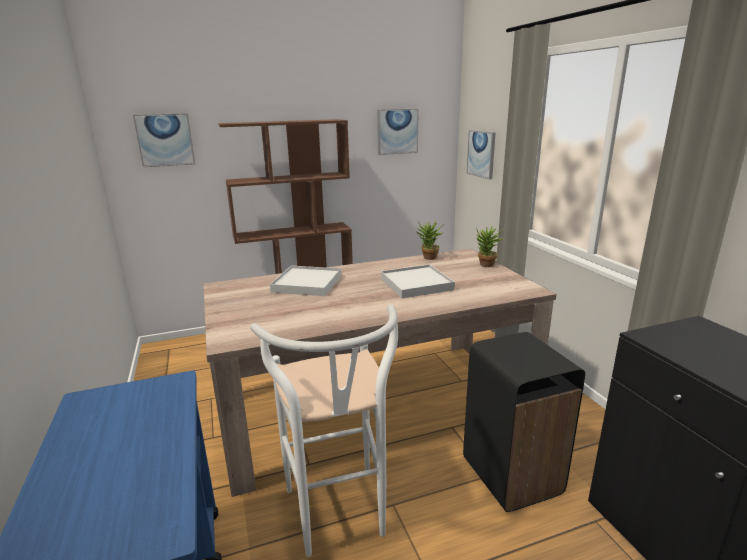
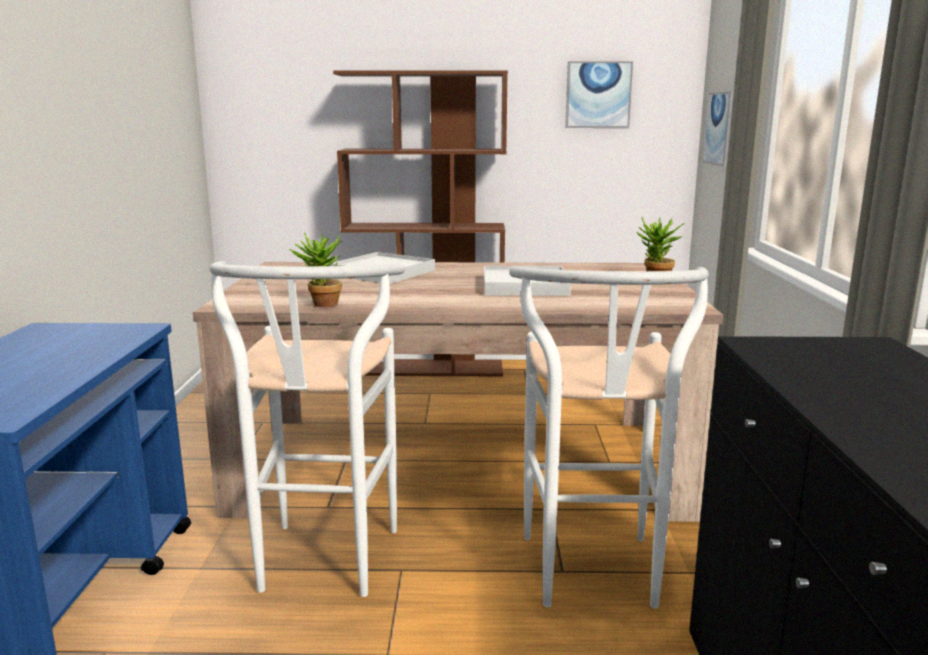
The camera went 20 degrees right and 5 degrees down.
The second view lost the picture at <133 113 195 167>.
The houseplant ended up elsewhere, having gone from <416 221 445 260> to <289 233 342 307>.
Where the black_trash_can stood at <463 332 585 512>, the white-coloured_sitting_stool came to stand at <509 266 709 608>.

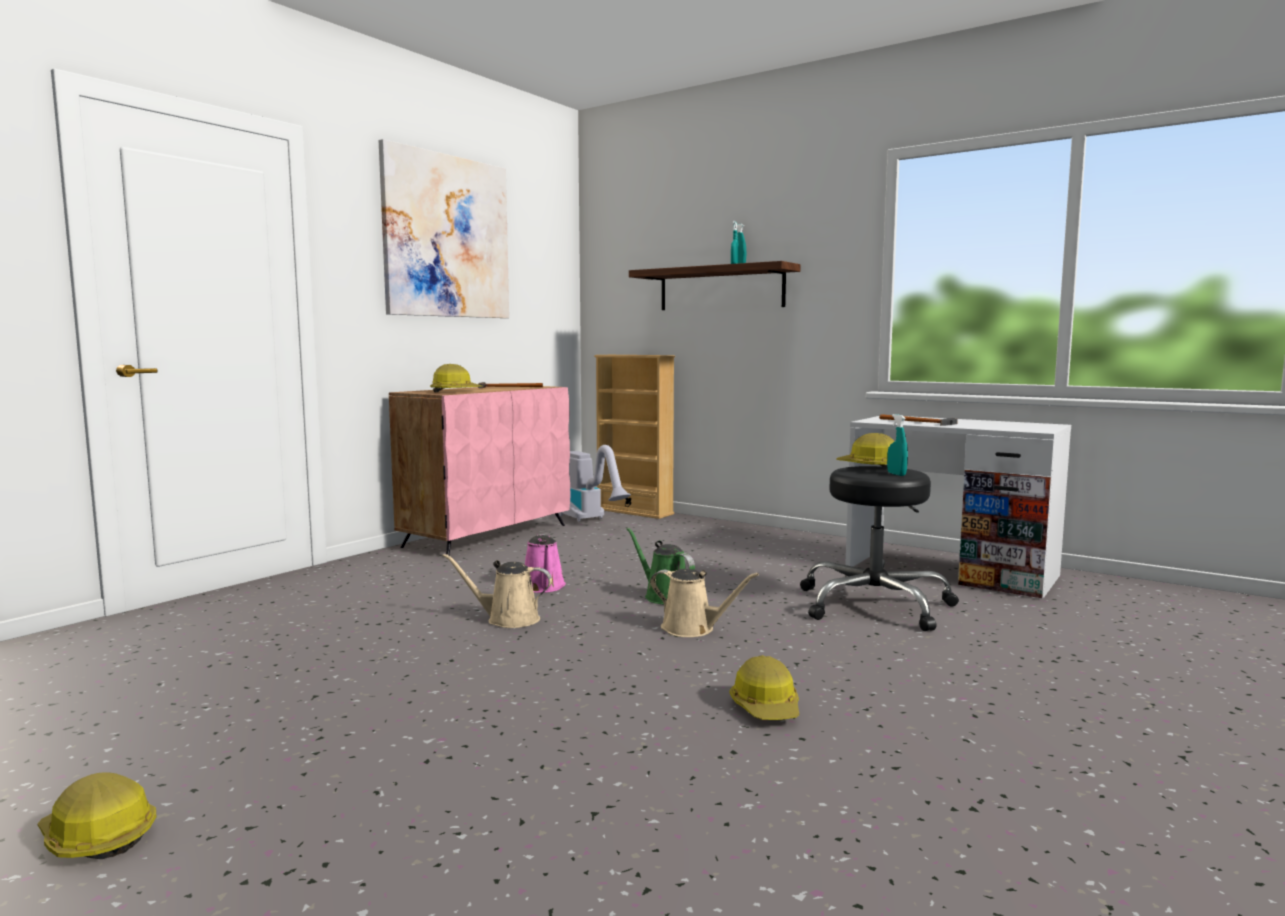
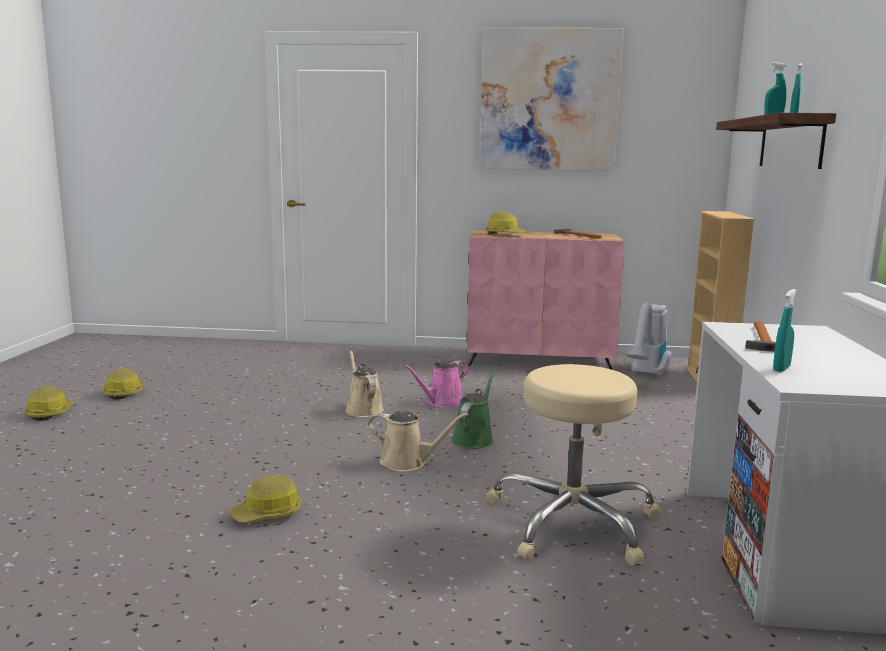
The camera went 60 degrees right and 5 degrees up.
The blue-green_spray_bottle ended up elsewhere, having gone from <887 414 908 476> to <773 289 797 372>.
The hard_hat ended up elsewhere, having gone from <836 433 895 469> to <102 368 146 400>.
What was the black_sitting_stool at <800 466 959 631> turned into the beige_sitting_stool at <486 364 661 566>.
The beige_watering_can at <650 569 759 637> ended up facing another way, 75 degrees counterclockwise from before.

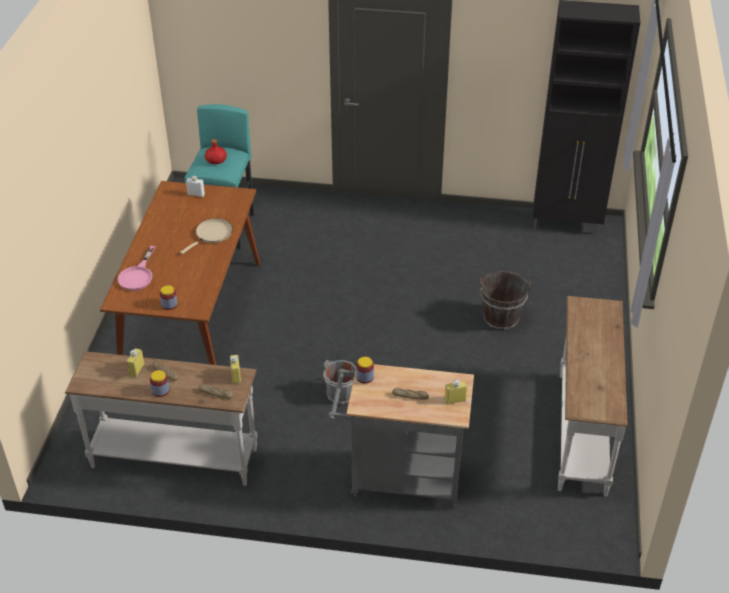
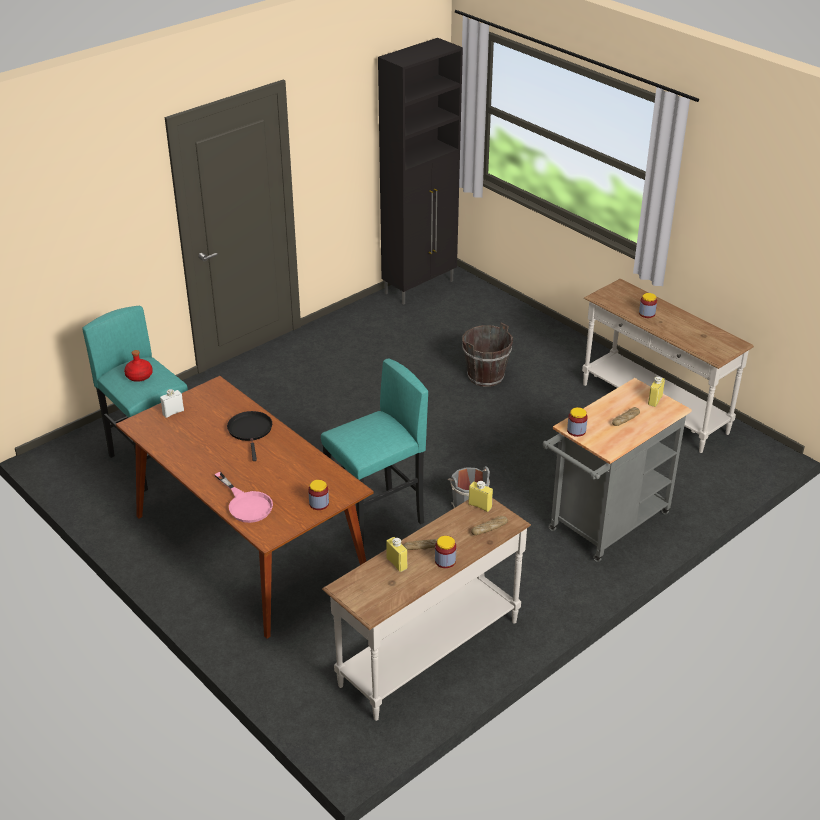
The camera went 50 degrees left and 5 degrees down.
What was the beige_pan at <180 219 232 254> turned into the black_pan at <227 411 272 461>.
The second view gained the preserve_jar at <639 293 657 318>.
The second view gained the blue-green_sitting_stool at <321 359 428 546>.

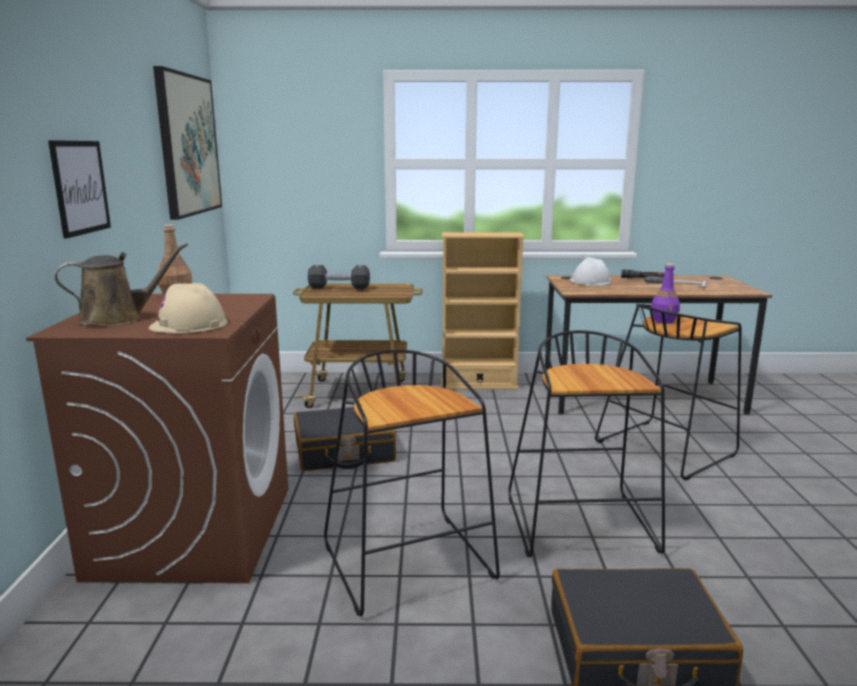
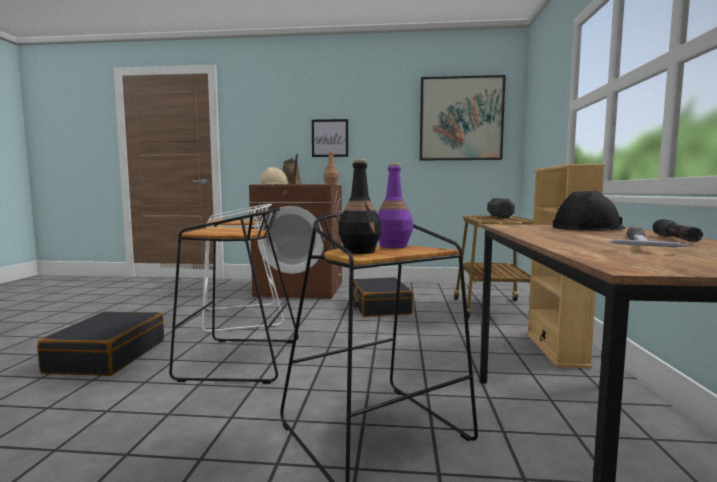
The camera went 95 degrees right and 10 degrees down.
What was the white-coloured_hard_hat at <570 257 611 286> turned into the black_hard_hat at <553 190 626 230>.
What was the black_sitting_stool at <324 349 500 616> turned into the white-coloured_sitting_stool at <201 204 284 333>.
The second view gained the black_bottle at <338 159 381 254>.

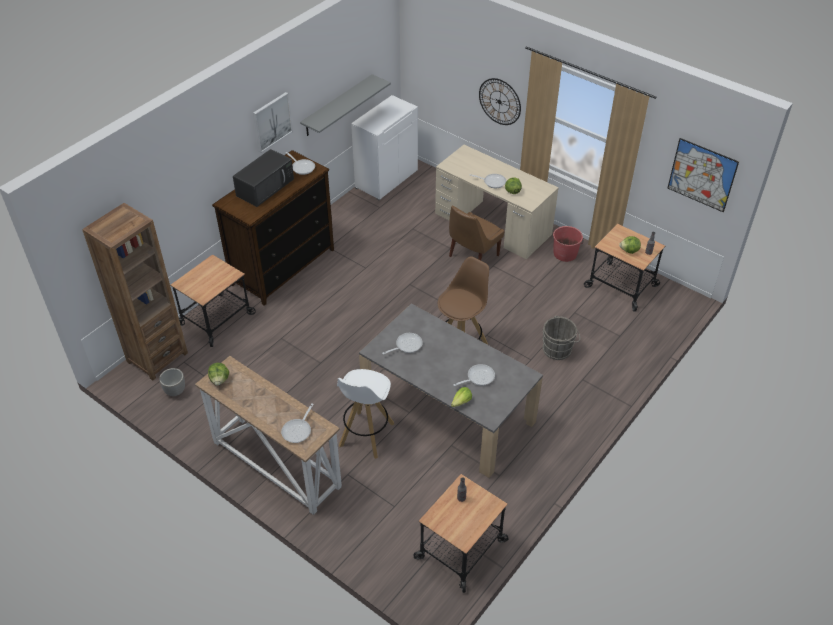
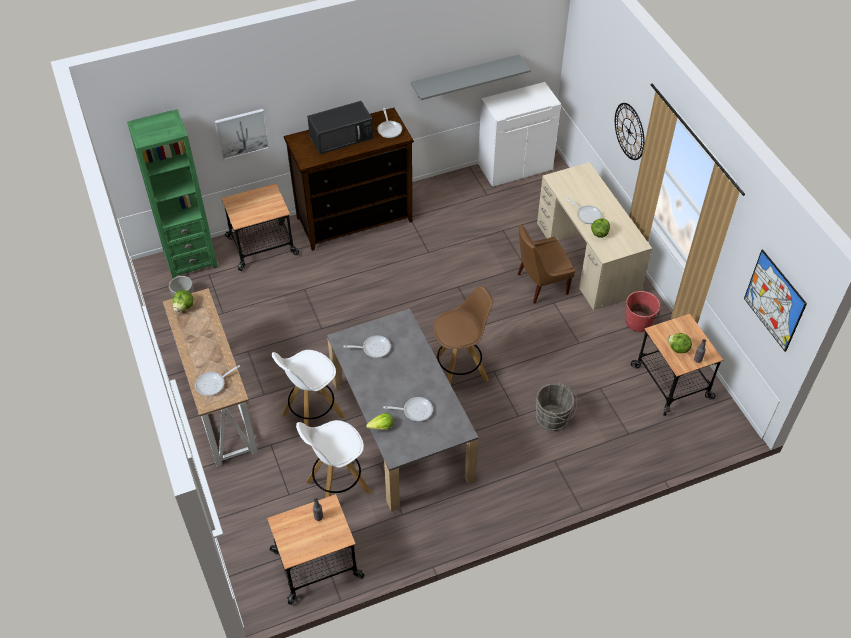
The camera went 30 degrees right and 5 degrees up.
The picture ended up elsewhere, having gone from <253 92 293 153> to <215 109 270 160>.
What was the brown_bookshelf at <82 203 188 381> turned into the greenish_bookshelf at <127 109 218 279>.
The second view gained the white-coloured_sitting_stool at <296 420 371 498>.

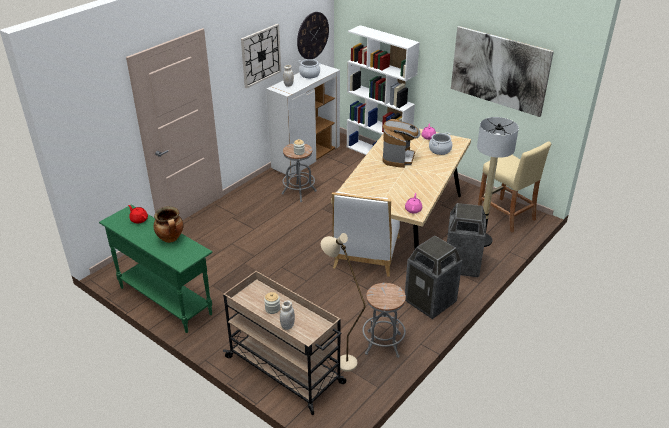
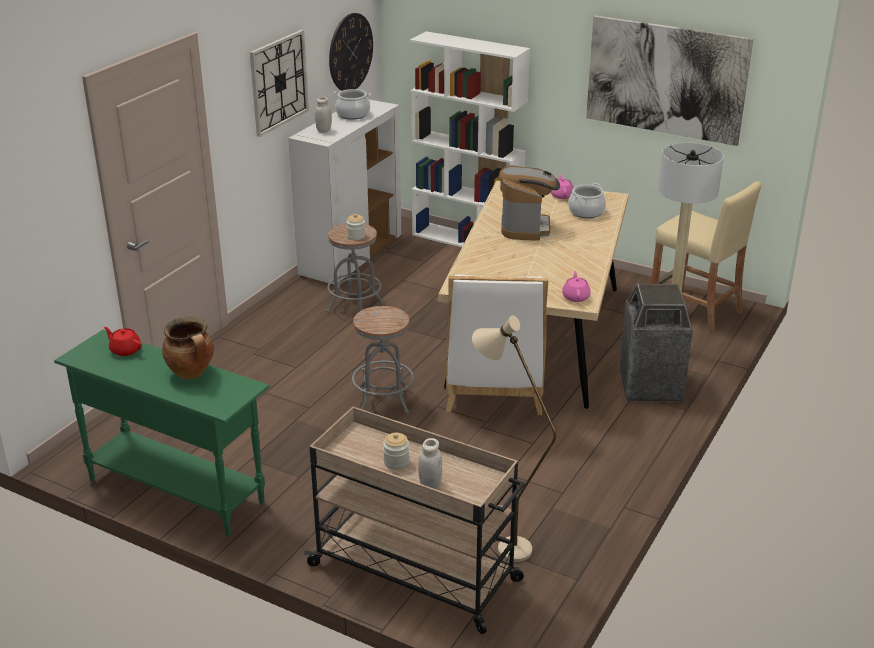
The camera went 10 degrees left and 5 degrees down.
The second view lost the trash_can at <405 236 462 319>.
The grey_sitting_stool ended up elsewhere, having gone from <362 283 406 358> to <352 306 414 413>.

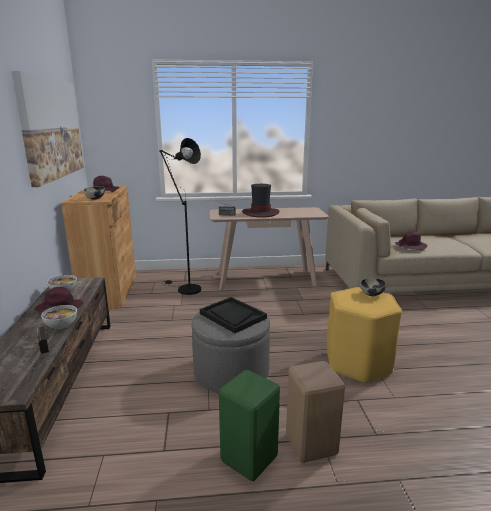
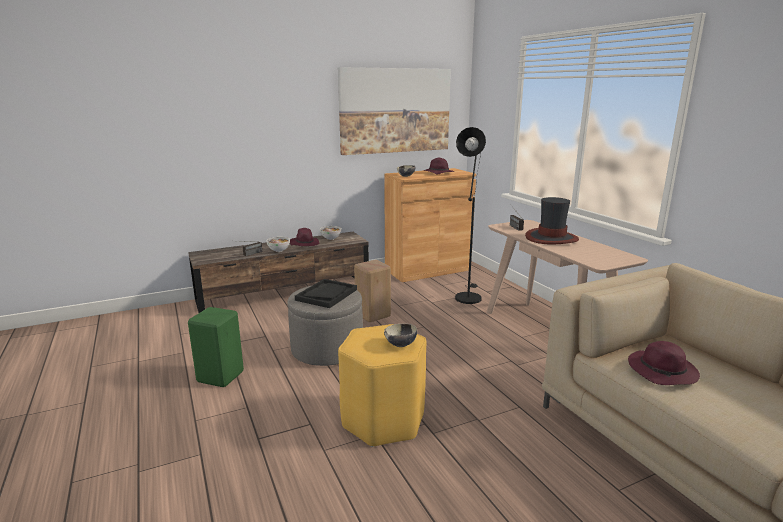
The camera went 70 degrees right and 0 degrees up.
The beige_sitting_stool ended up elsewhere, having gone from <286 361 345 463> to <354 260 391 322>.

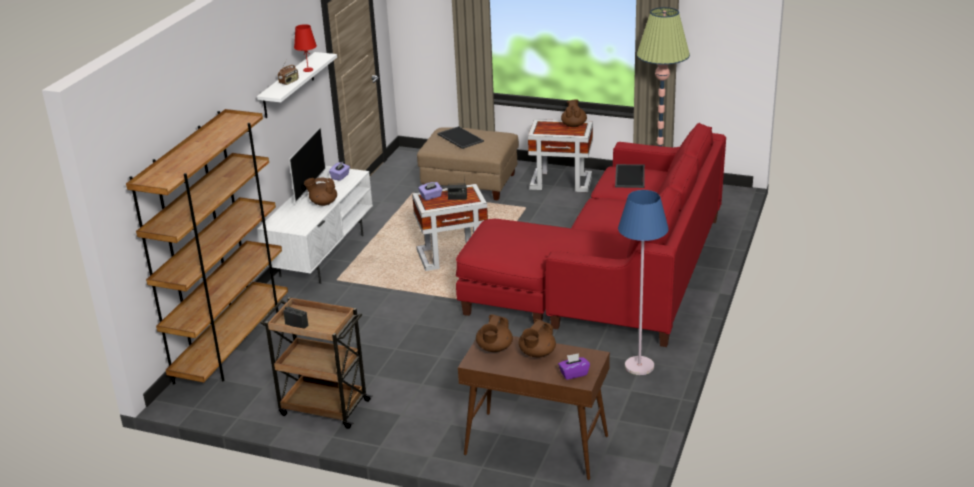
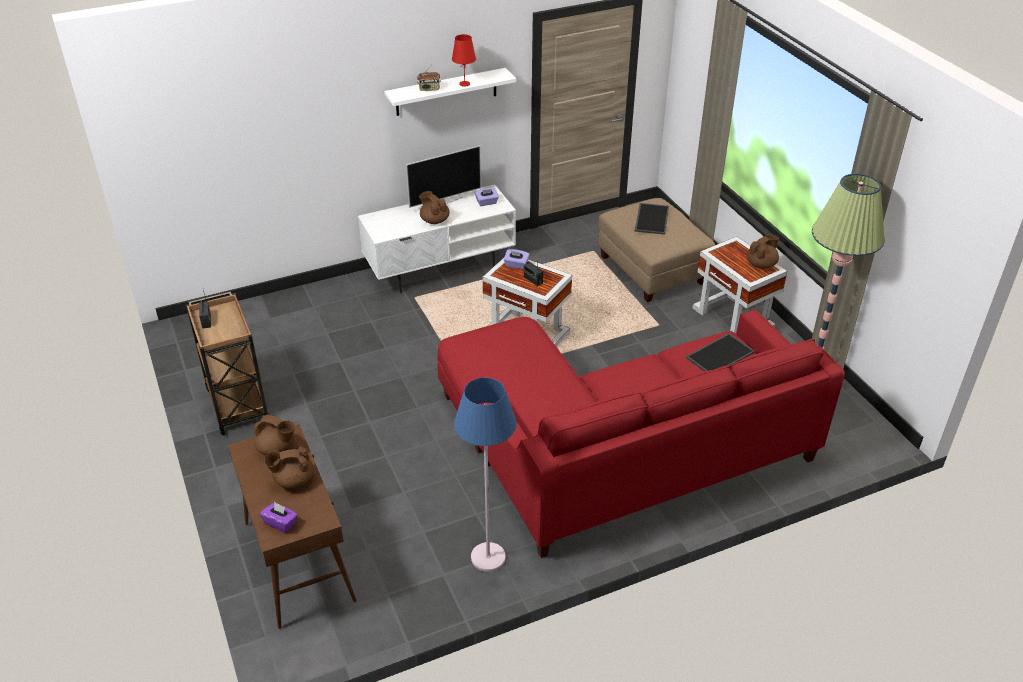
The camera went 45 degrees right and 10 degrees up.
The second view lost the brown_bookshelf at <126 109 288 384>.
The brown_pot_for_tea at <476 314 513 352> ended up facing another way, 135 degrees counterclockwise from before.

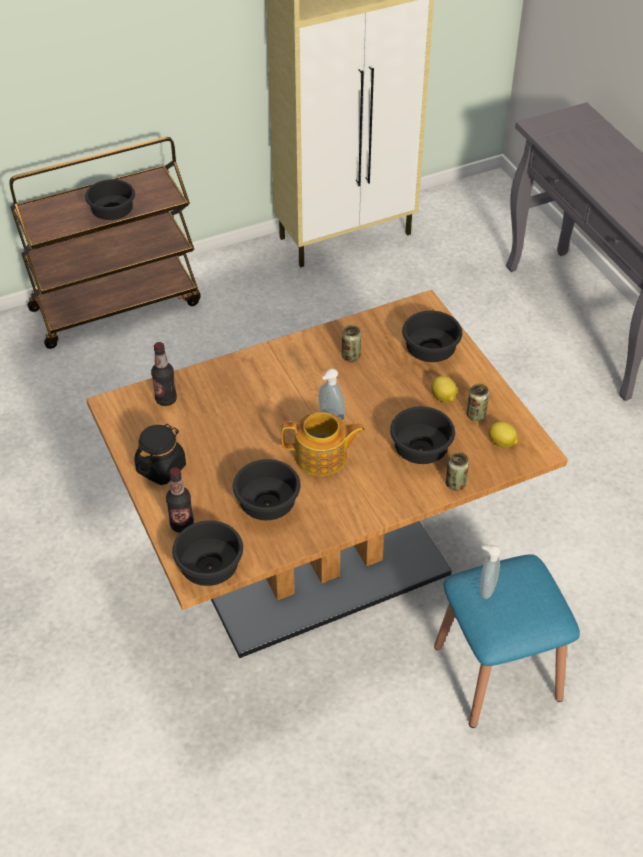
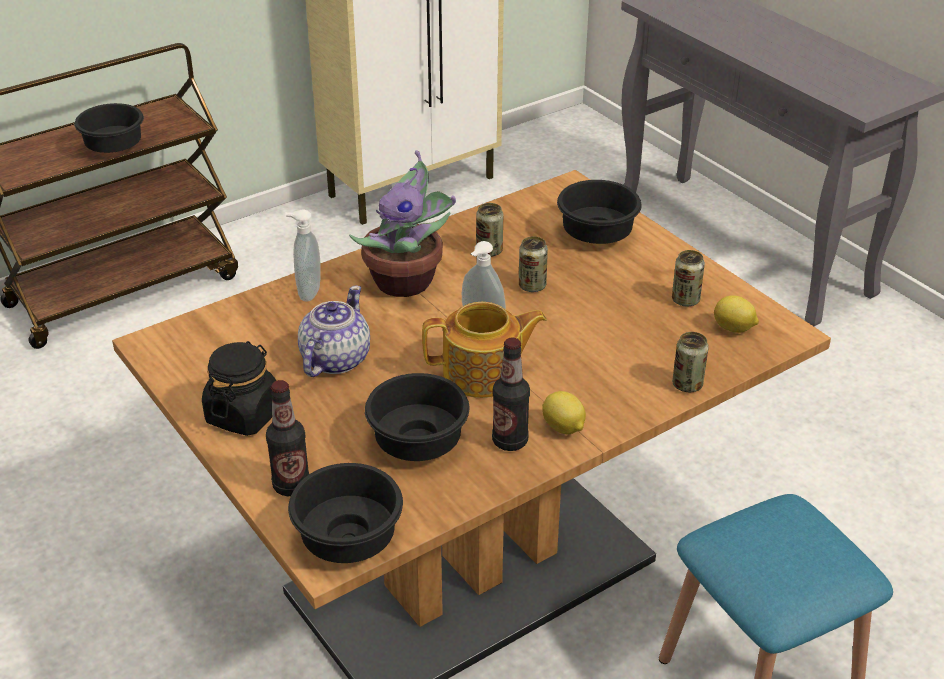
The camera went 10 degrees left and 10 degrees down.
The bottle ended up elsewhere, having gone from <151 342 177 406> to <492 337 530 451>.
The whole_lemon ended up elsewhere, having gone from <431 376 457 403> to <542 391 586 434>.
The second view lost the black_serving_bowl at <390 406 455 464>.
The soap_bottle ended up elsewhere, having gone from <480 545 501 599> to <285 210 321 301>.
The second view gained the houseplant at <349 150 456 297>.
The second view gained the sealed_can at <519 236 548 292>.
The second view gained the pot_for_tea at <298 286 370 377>.

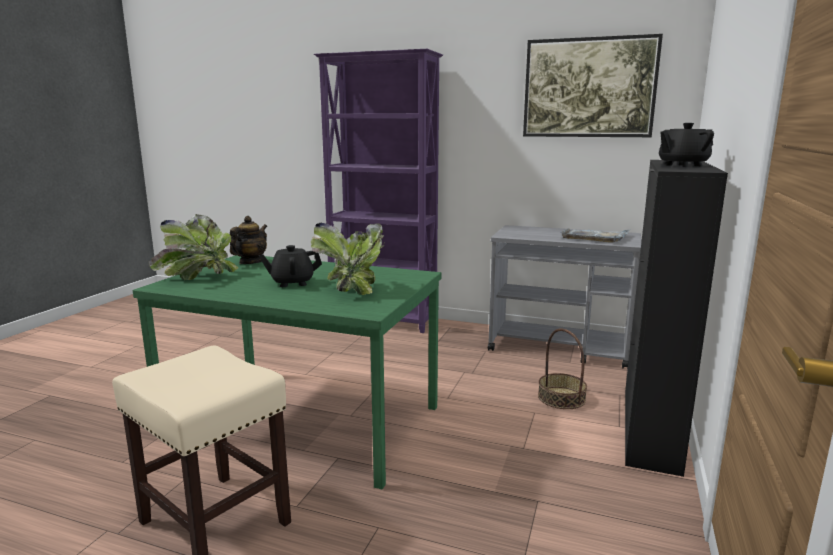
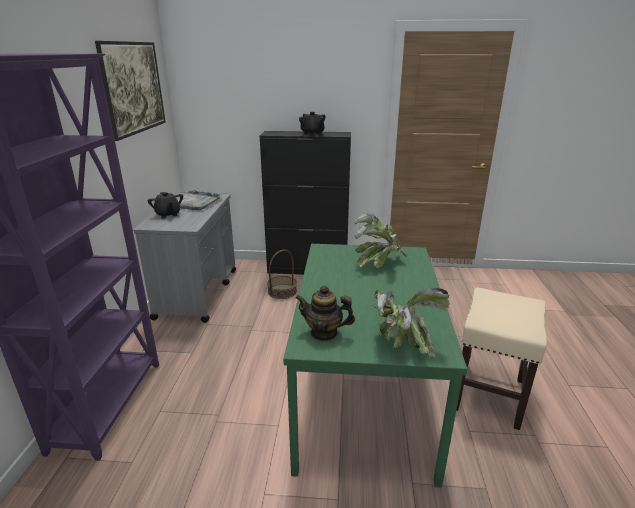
The camera went 105 degrees left and 10 degrees up.
The black_pot_for_tea ended up elsewhere, having gone from <259 245 322 287> to <148 192 183 218>.

